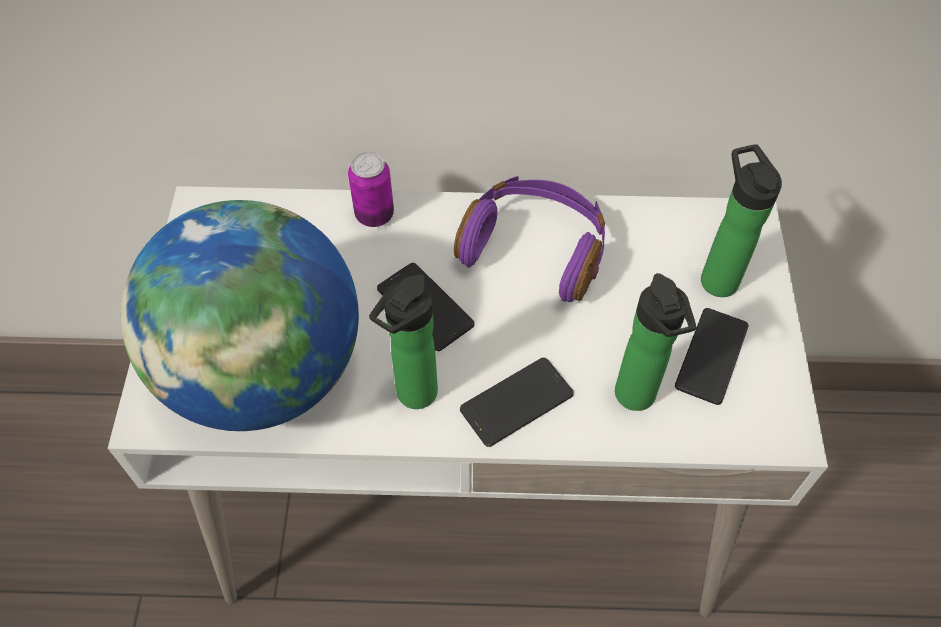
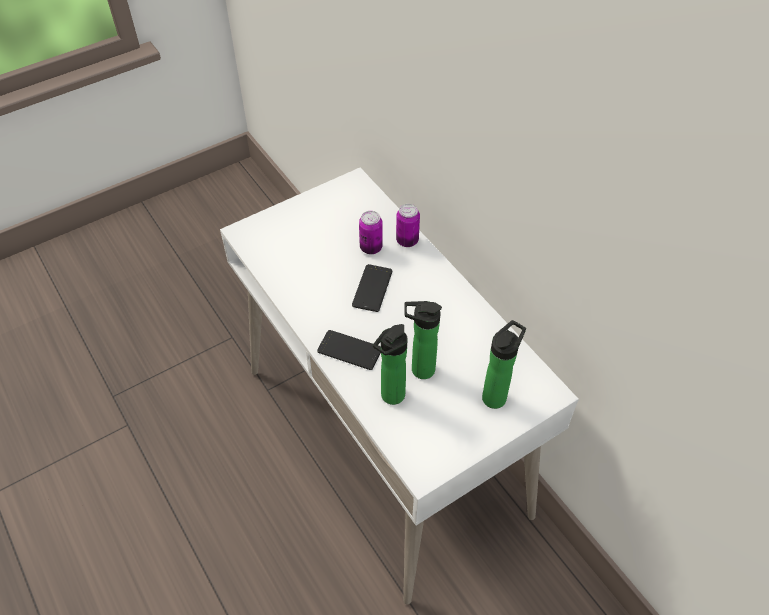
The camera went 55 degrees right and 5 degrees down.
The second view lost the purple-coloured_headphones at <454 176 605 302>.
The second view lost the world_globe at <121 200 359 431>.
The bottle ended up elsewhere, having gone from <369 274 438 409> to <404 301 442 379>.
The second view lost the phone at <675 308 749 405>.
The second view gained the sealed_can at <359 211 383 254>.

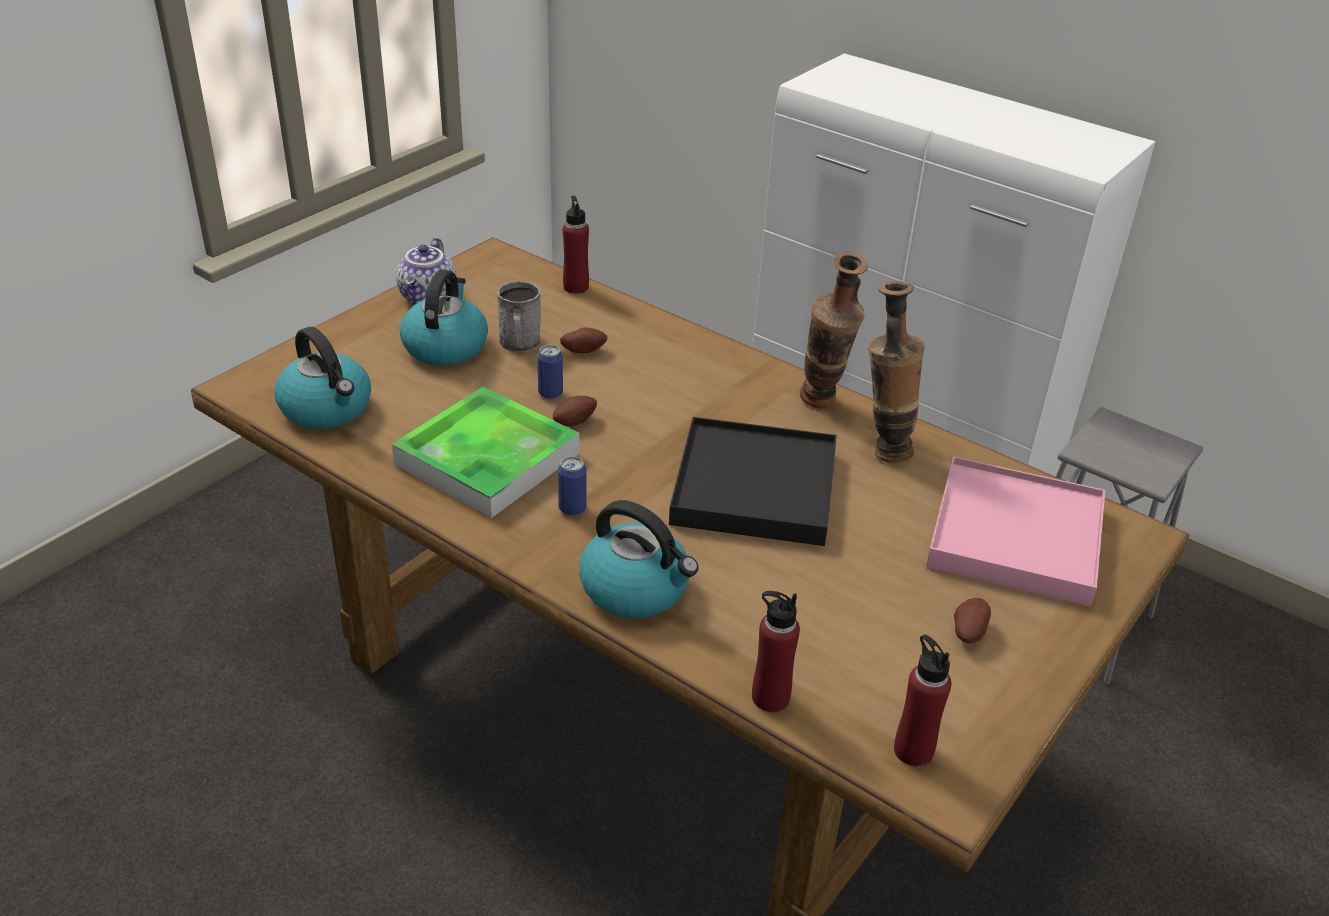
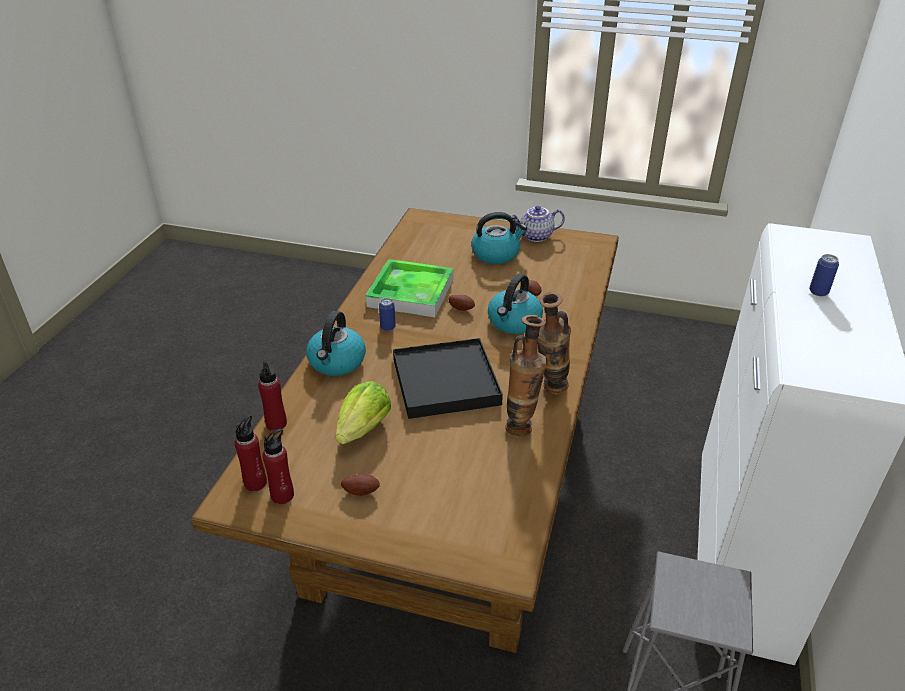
The camera went 70 degrees right and 0 degrees up.
The red-coloured_bottle ended up elsewhere, having gone from <563 195 589 294> to <262 429 294 504>.
The second view lost the grey_mug at <497 281 541 352>.
The water_kettle ended up elsewhere, having gone from <274 327 371 429> to <488 274 543 334>.
The sealed_can ended up elsewhere, having gone from <537 345 563 399> to <809 254 839 296>.
The second view lost the pink_serving_tray at <926 457 1105 606>.
The second view gained the lettuce_head at <335 381 391 444>.

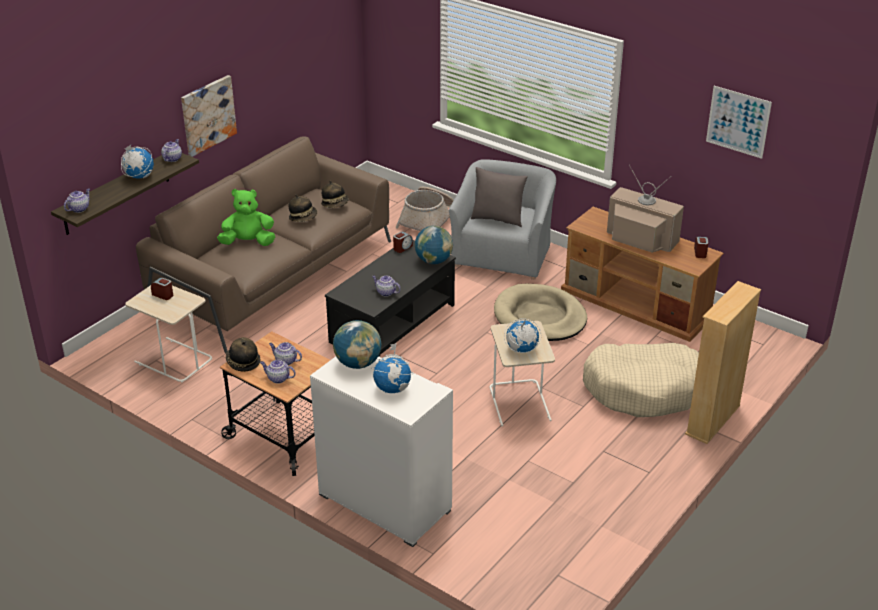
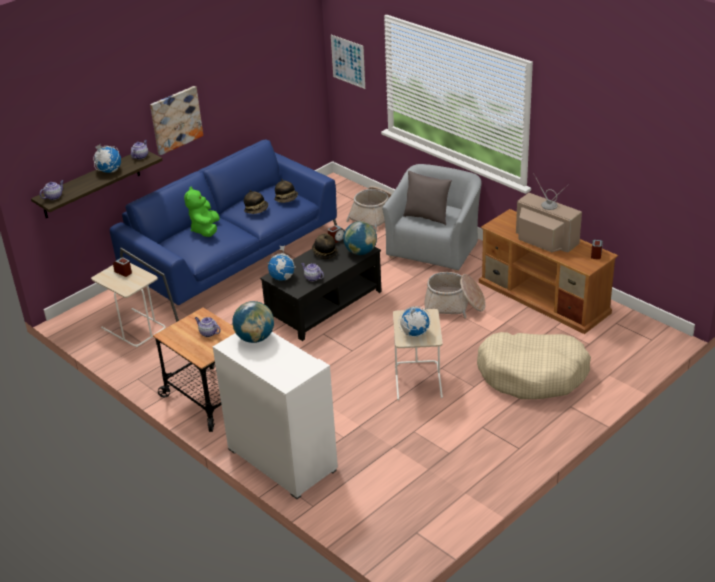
The camera went 10 degrees right and 0 degrees up.
The picture ended up elsewhere, having gone from <706 86 772 159> to <331 35 365 89>.
What was the brown_settee at <136 136 391 353> turned into the bluish_settee at <110 139 337 322>.
The greenish_plush_toy at <217 189 275 246> ended up facing another way, 90 degrees counterclockwise from before.
The second view lost the beige_bookshelf at <685 281 761 444>.
Where the beige_dog_bed stood at <494 284 587 341>, the basket came to stand at <424 272 486 318>.
The hat ended up elsewhere, having gone from <226 337 260 372> to <312 233 338 259>.
The world_globe ended up elsewhere, having gone from <371 343 413 393> to <267 245 296 281>.
The second view lost the pot_for_tea at <260 359 296 383>.

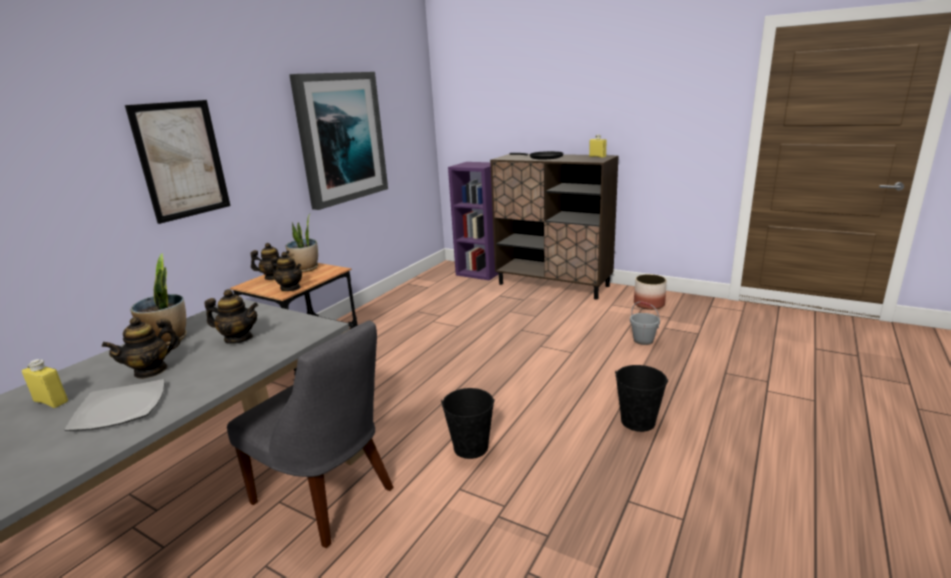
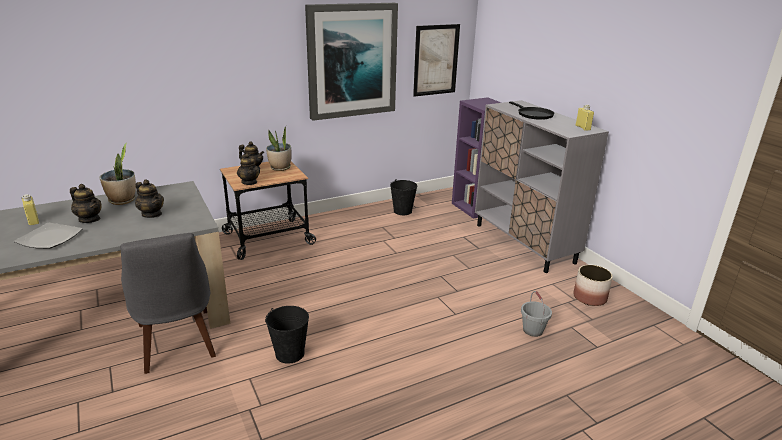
The camera went 30 degrees right and 5 degrees up.
The picture ended up elsewhere, having gone from <125 100 231 224> to <413 24 460 97>.
What was the brown_cupboard at <490 154 619 300> turned into the grey_cupboard at <475 100 609 273>.
The pot_for_tea at <102 317 180 379> ended up facing another way, 135 degrees counterclockwise from before.
The black_water_bucket ended up elsewhere, having gone from <615 365 668 432> to <390 179 417 215>.

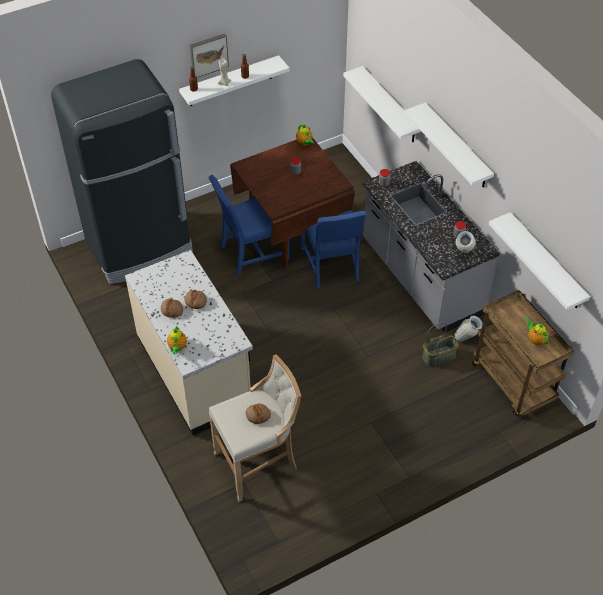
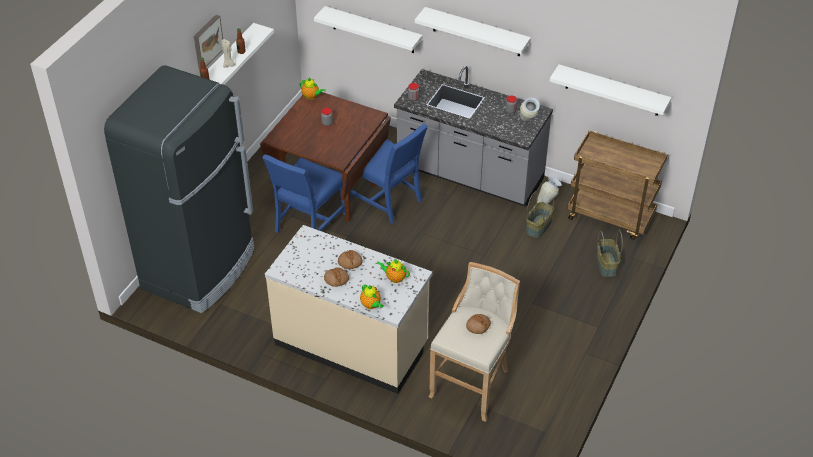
The camera went 35 degrees left and 5 degrees down.
The pot_for_tea ended up elsewhere, having gone from <525 318 549 345> to <376 260 410 283>.
The second view gained the basket at <596 230 623 277>.

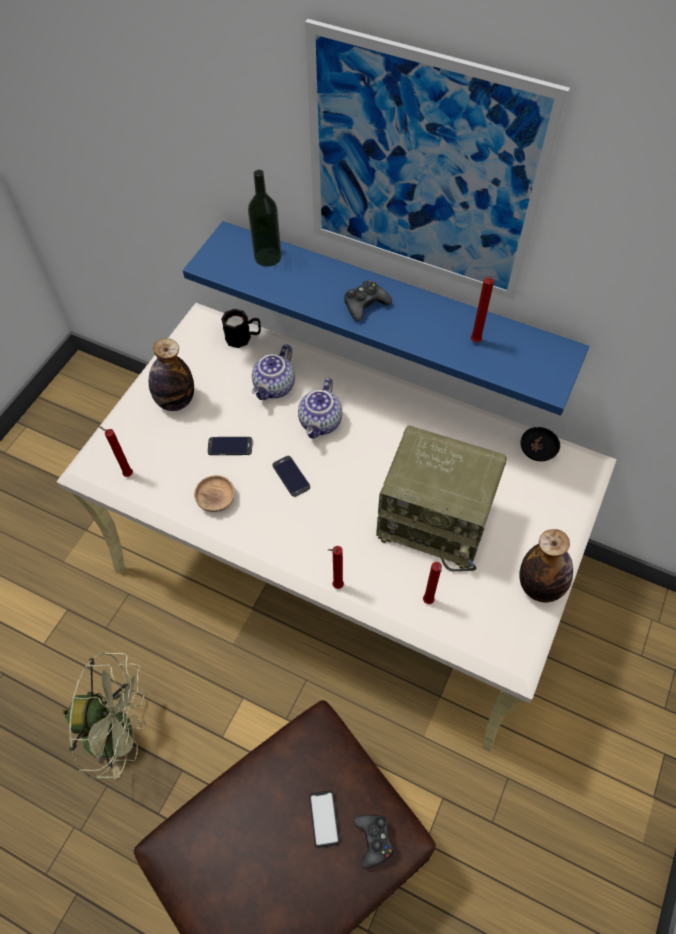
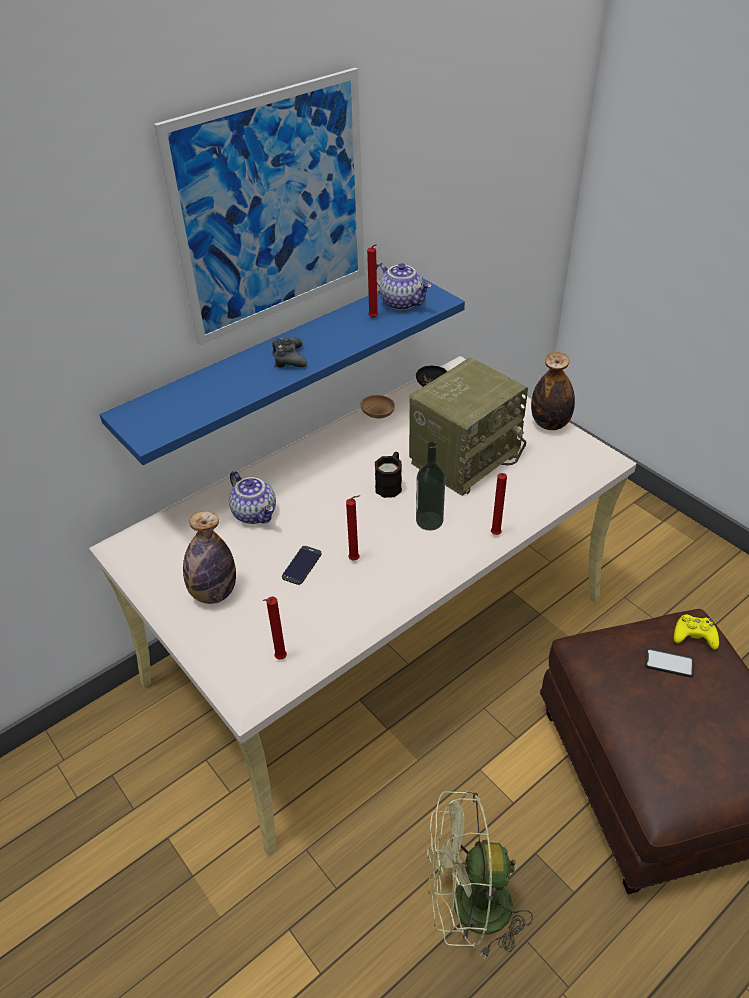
The camera went 65 degrees left and 15 degrees down.
The bottle ended up elsewhere, having gone from <248 170 282 267> to <416 442 446 531>.
The black_mug ended up elsewhere, having gone from <221 309 261 348> to <375 452 402 498>.
The pot_for_tea ended up elsewhere, having gone from <298 378 342 438> to <376 263 432 310>.
The second view lost the phone at <272 456 310 497>.
The brown_serving_bowl ended up elsewhere, having gone from <194 475 235 512> to <360 395 395 419>.
The red-coloured_wax_light ended up elsewhere, having gone from <423 562 442 604> to <346 495 361 560>.
The greenish_fan at <62 652 147 780> ended up facing another way, 120 degrees counterclockwise from before.
What was the black_game_controller at <353 814 395 868> turned into the yellowish_game_controller at <674 614 719 649>.

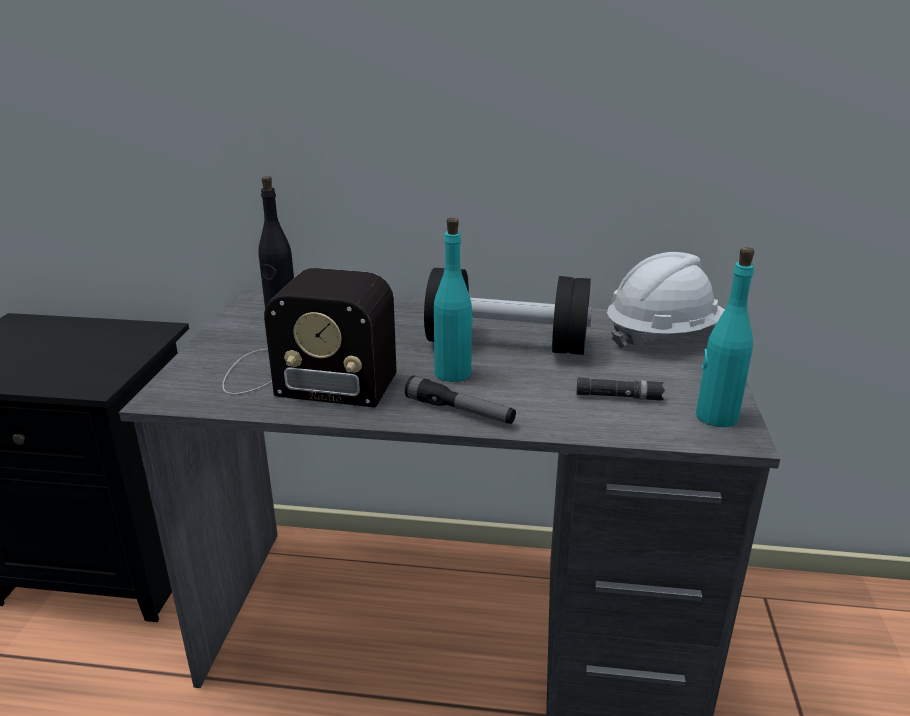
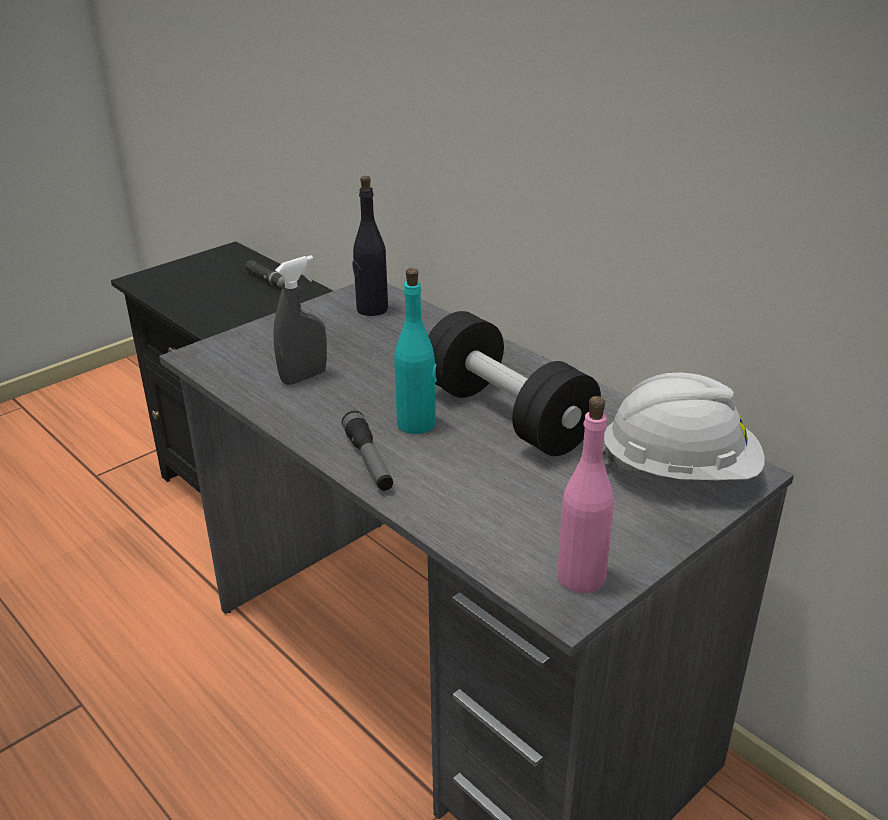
The camera went 40 degrees right and 5 degrees up.
What was the blue-green_bottle at <696 247 754 427> turned into the pink_bottle at <557 396 614 593>.
Where the radio_receiver stood at <222 268 397 407>, the grey_spray_bottle came to stand at <273 255 327 385>.
The black_torch ended up elsewhere, having gone from <576 378 665 400> to <245 260 285 288>.

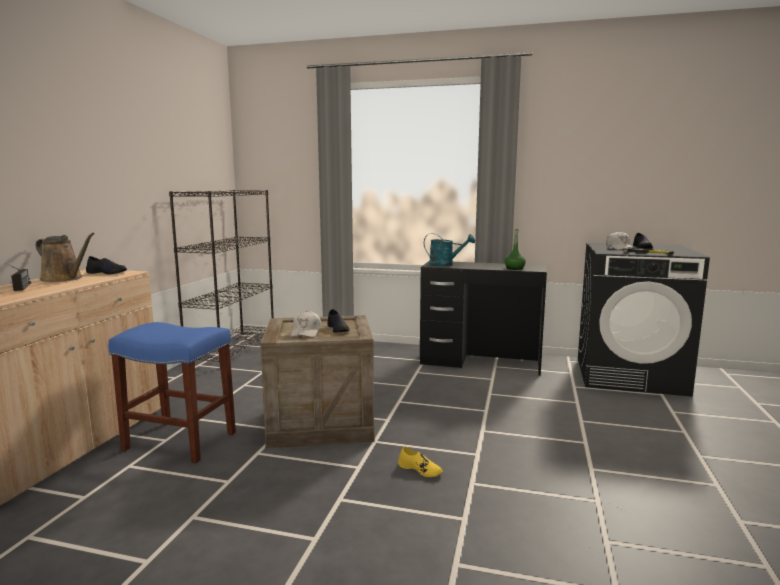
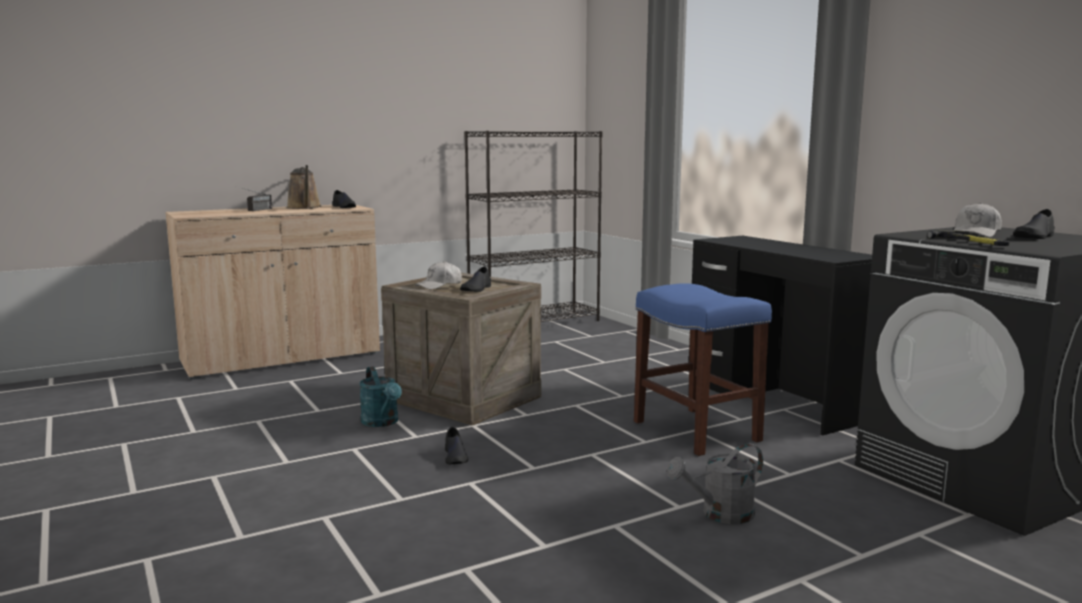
The camera went 45 degrees right and 0 degrees up.
The second view lost the greenish_bottle at <504 229 526 270>.
The blue-green_watering_can ended up elsewhere, having gone from <424 233 475 266> to <359 366 402 427>.
The bluish_sitting_stool ended up elsewhere, having gone from <108 322 236 463> to <634 283 772 456>.
What was the yellowish_low_shoe at <398 447 443 477> turned into the black_low_shoe at <445 427 468 464>.
The second view gained the grey_watering_can at <667 443 763 524>.

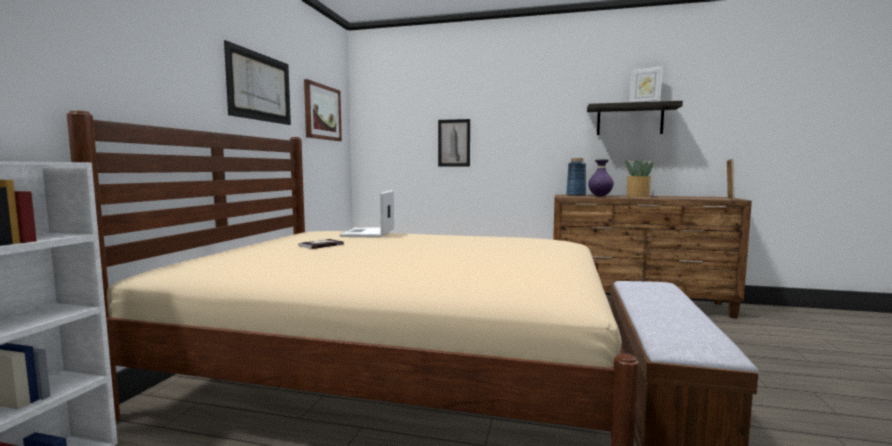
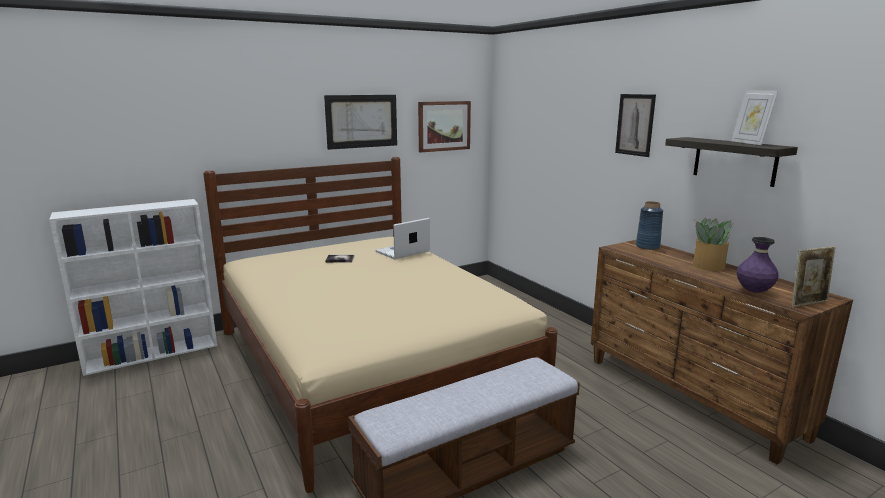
The camera went 45 degrees right and 10 degrees up.
The picture ended up elsewhere, having gone from <438 119 470 166> to <615 94 656 157>.
The purple-coloured_decorative_vase ended up elsewhere, having gone from <588 160 614 197> to <737 237 778 293>.

